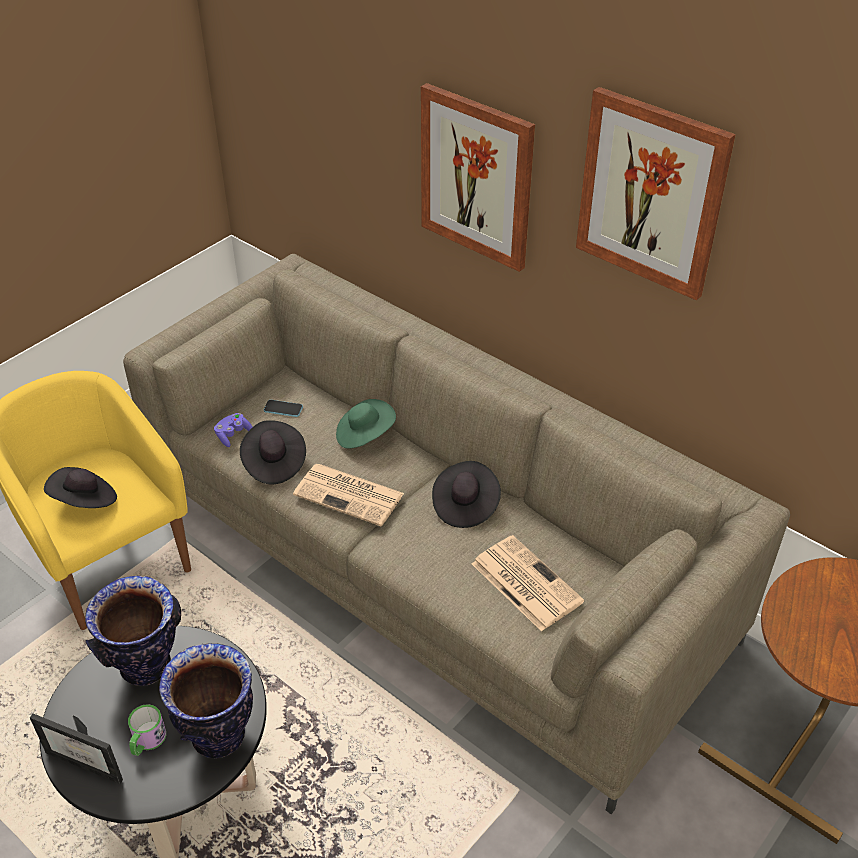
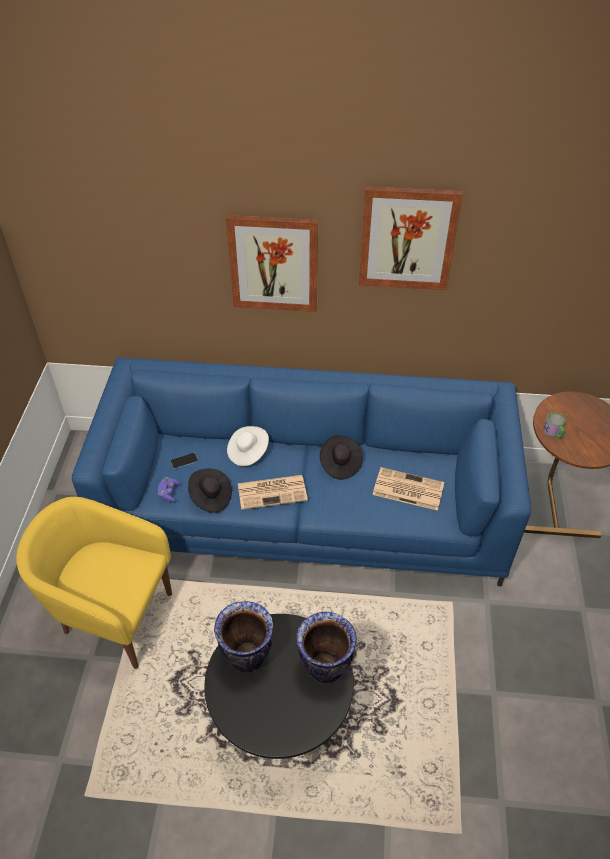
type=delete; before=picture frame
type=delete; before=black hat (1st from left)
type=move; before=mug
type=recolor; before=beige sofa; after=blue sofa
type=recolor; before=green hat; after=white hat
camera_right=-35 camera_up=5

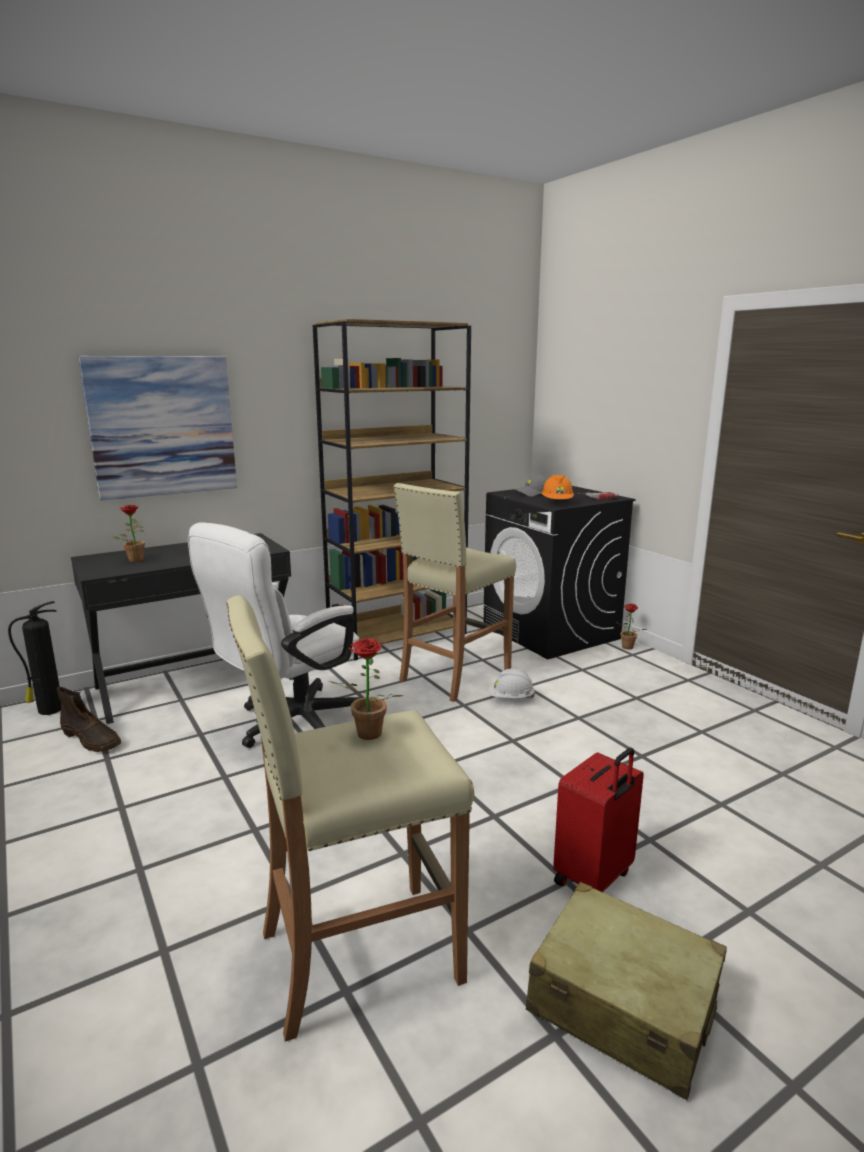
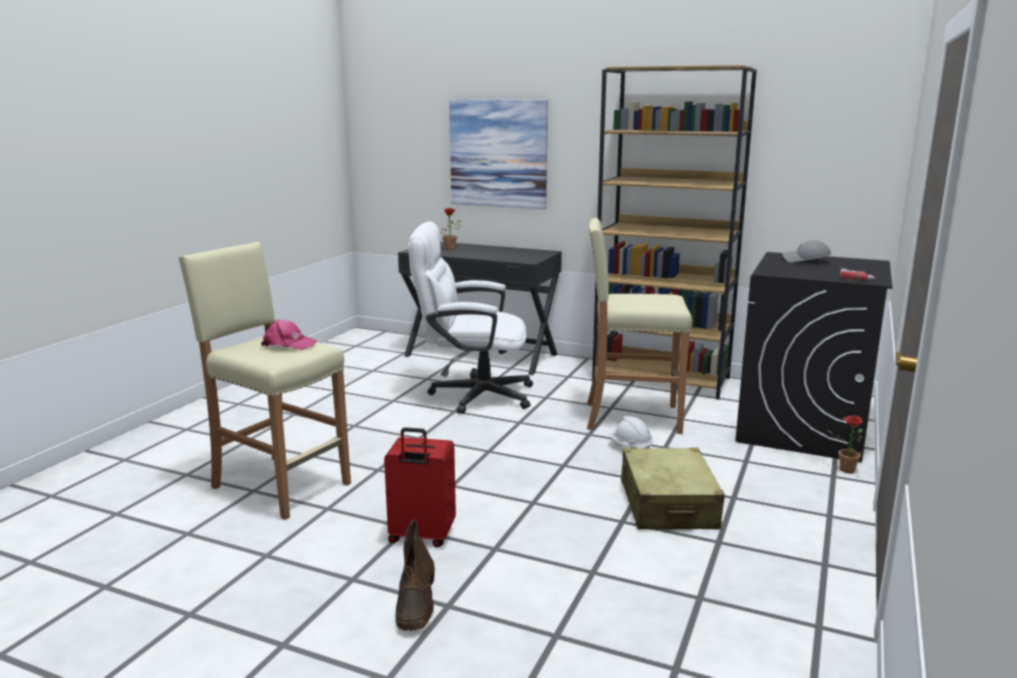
type=delete; before=fire extinguisher
type=delete; before=orange hard hat
type=move; before=brown boot
type=move; before=beige suitcase
type=replace; before=potted plant (2nd from left); after=pink cap
camera_right=55 camera_up=0

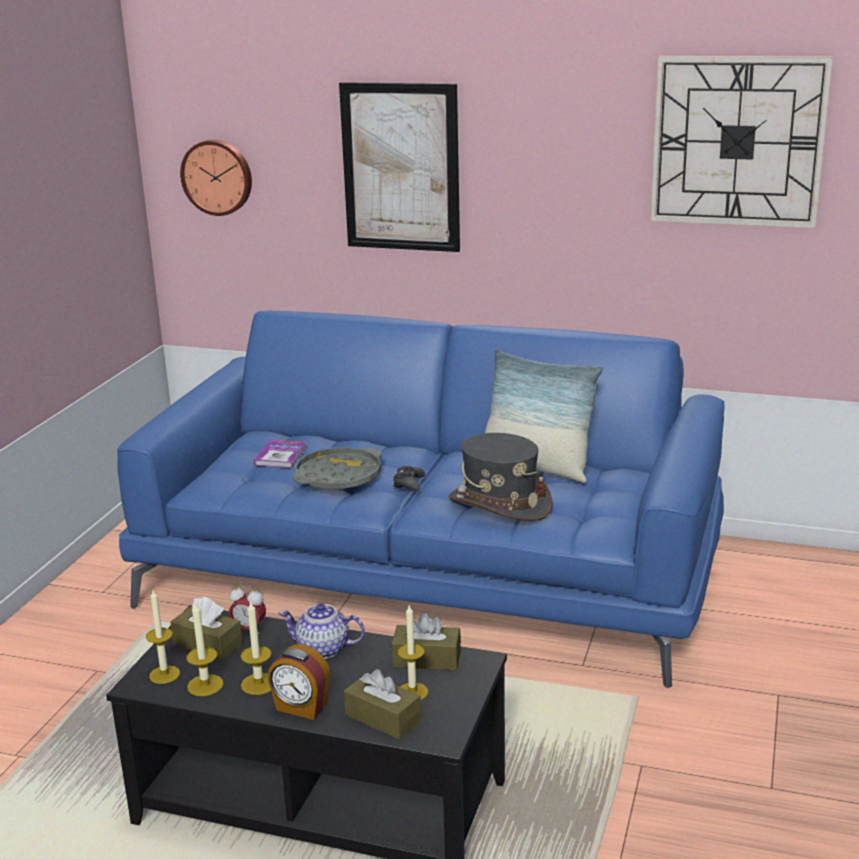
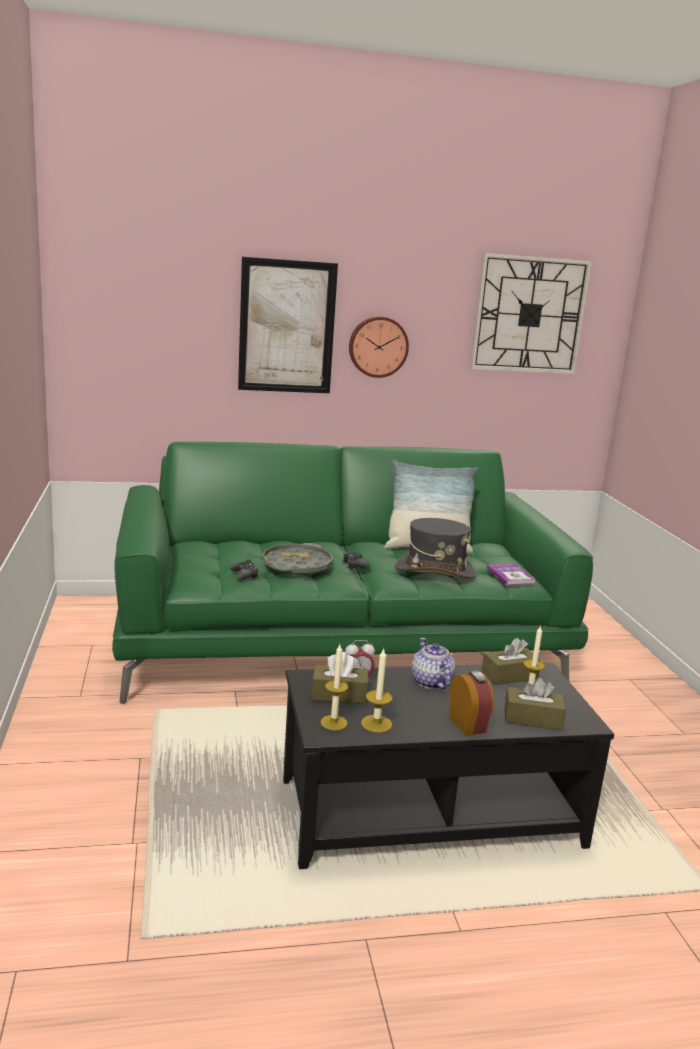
type=delete; before=candle (3rd from left)
type=insert; after=black game controller (1st from left)
type=move; before=wall clock (1st from left)
type=move; before=book
type=recolor; before=blue sofa; after=green sofa
type=rotate; before=alarm clock (2nd from left); turn=-105
type=rotate; before=teapot; turn=90
camera_right=-30 camera_up=-5

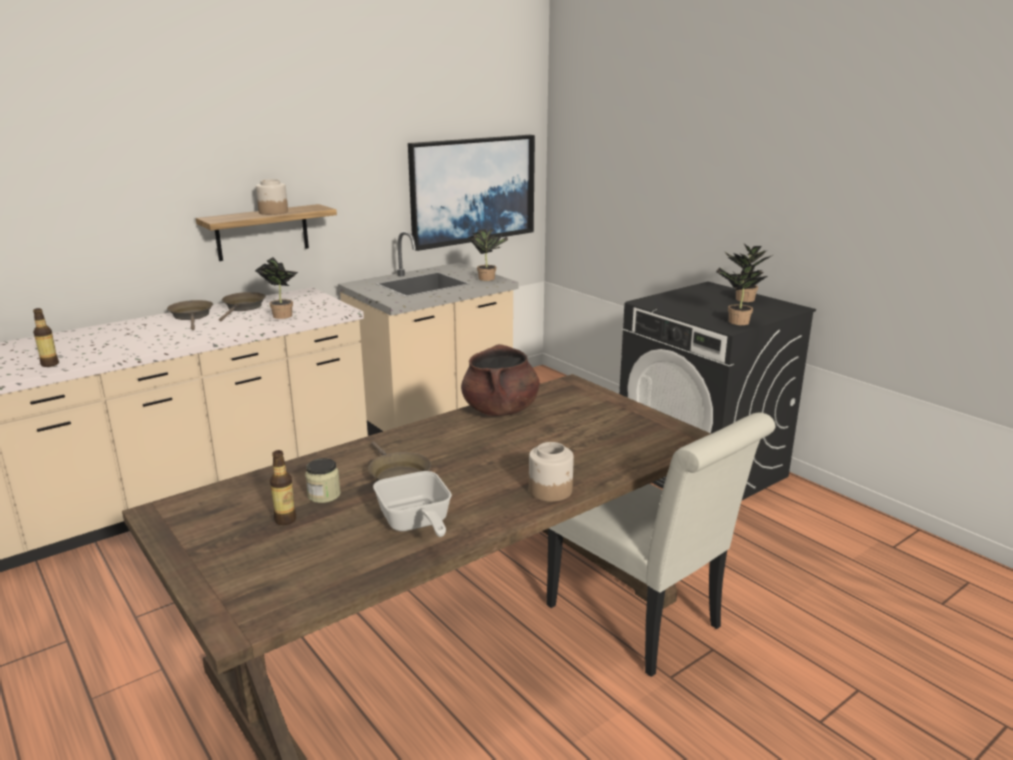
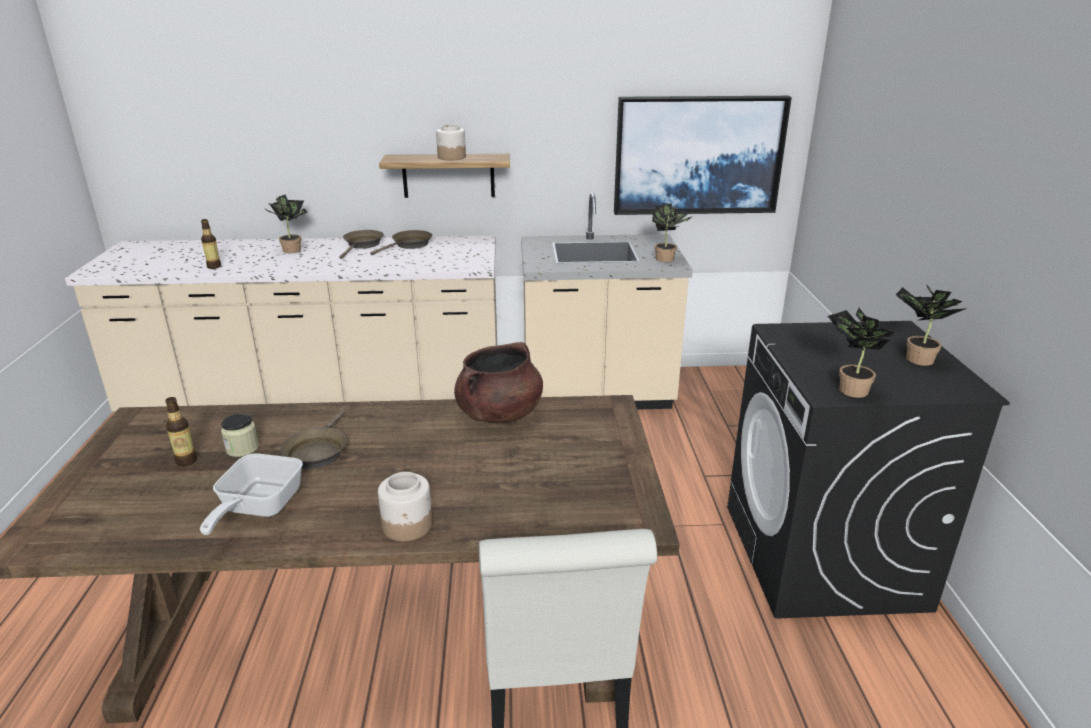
type=move; before=potted plant (1st from left)
camera_right=35 camera_up=5

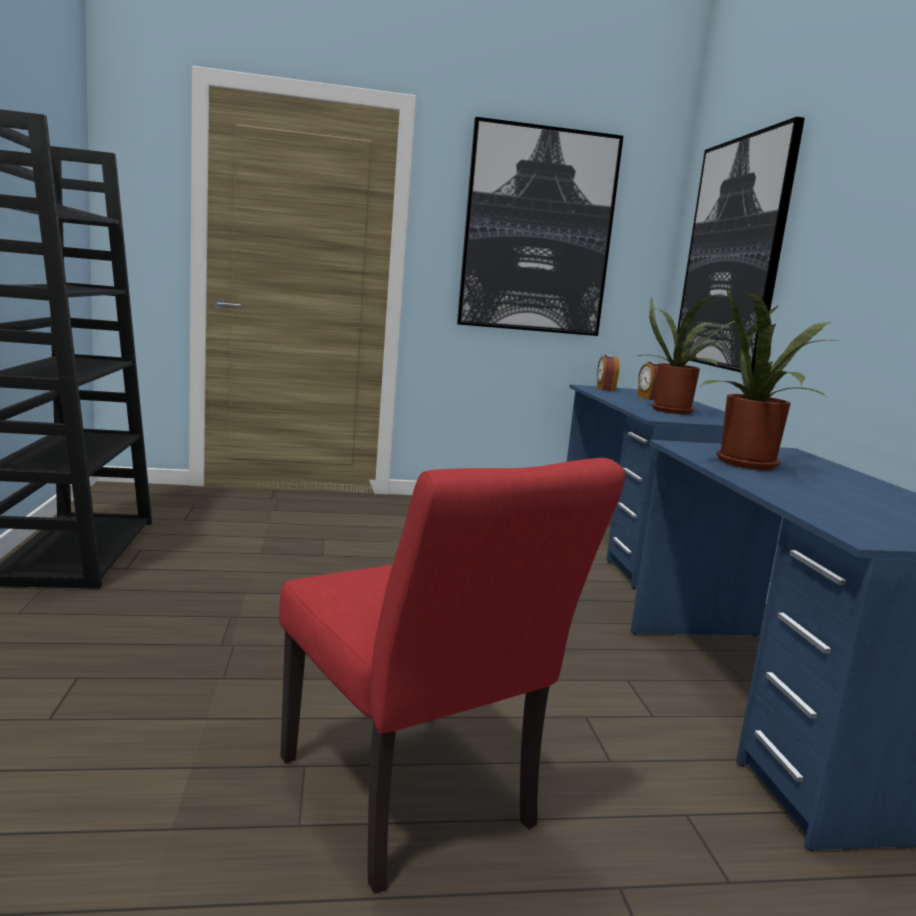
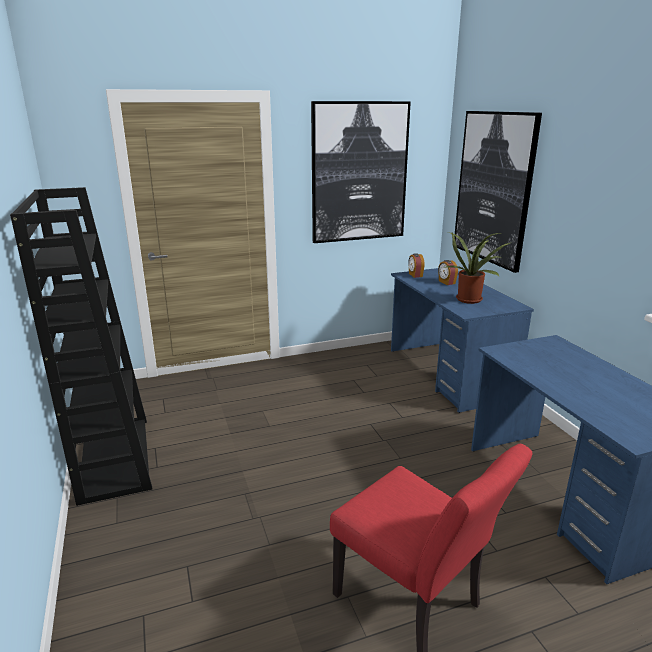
type=delete; before=potted plant (2nd from left)
camera_right=-10 camera_up=10

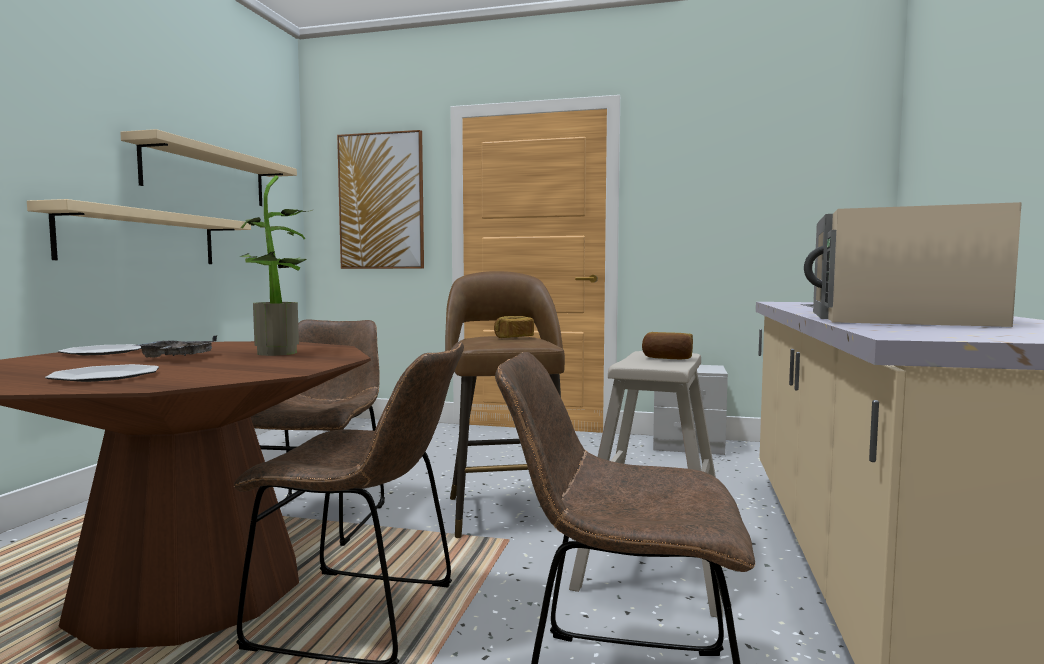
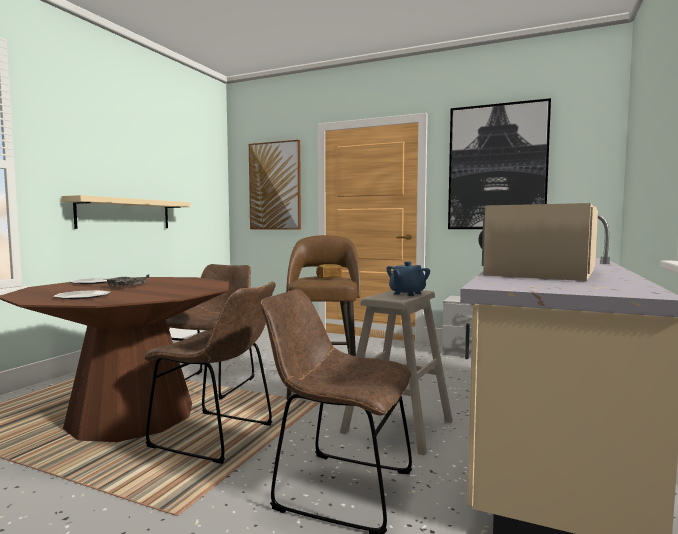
type=delete; before=beige shelf (2nd from left)
type=delete; before=potted plant
type=insert; after=picture (2nd from left)
type=replace; before=bread (2nd from left); after=blue teapot
camera_right=10 camera_up=0

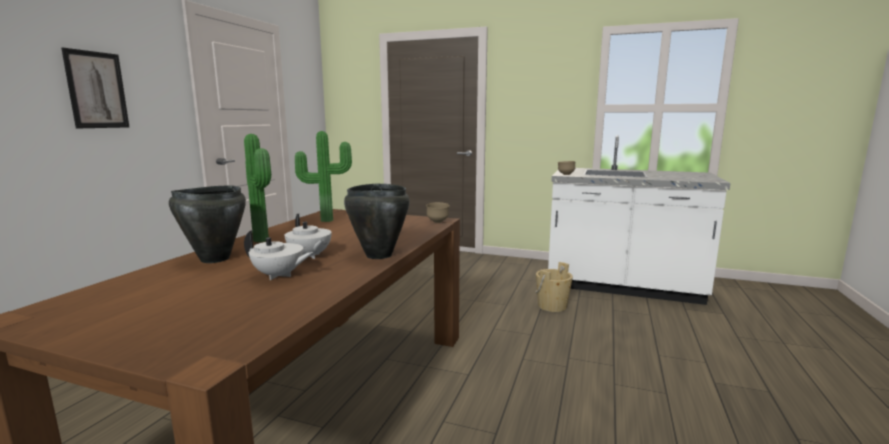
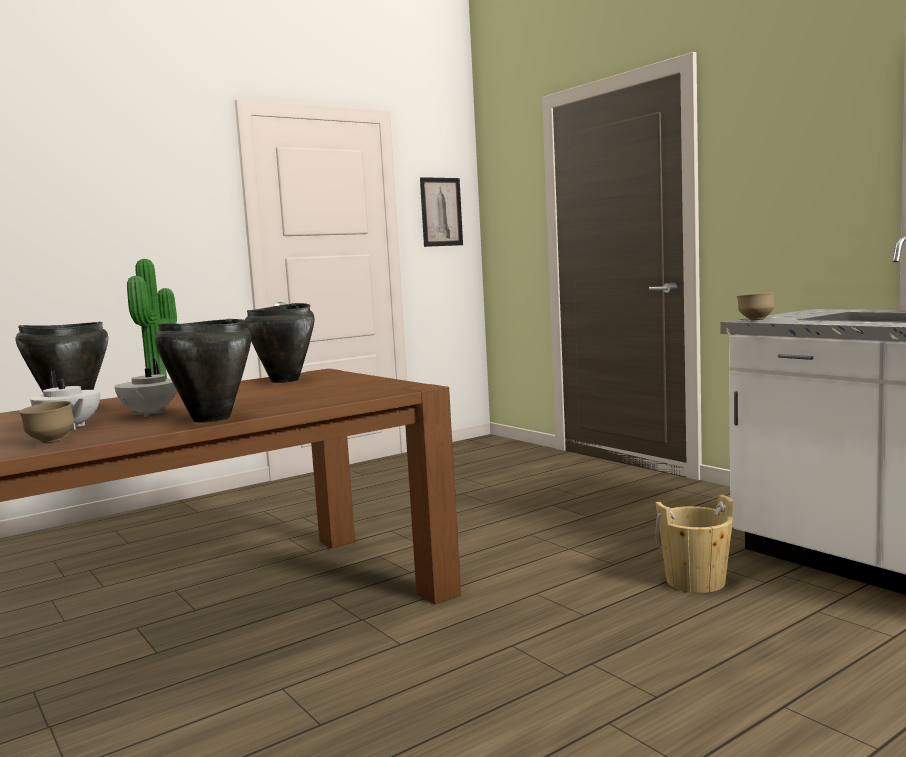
type=move; before=picture
type=move; before=brown bowl (1st from left)
type=replace; before=potted plant (2nd from left); after=black cooking pot (3rd from left)
camera_right=35 camera_up=-5

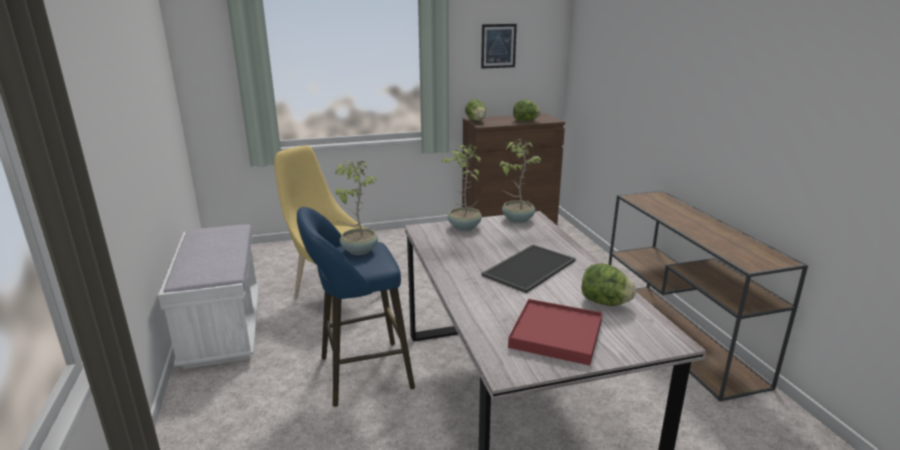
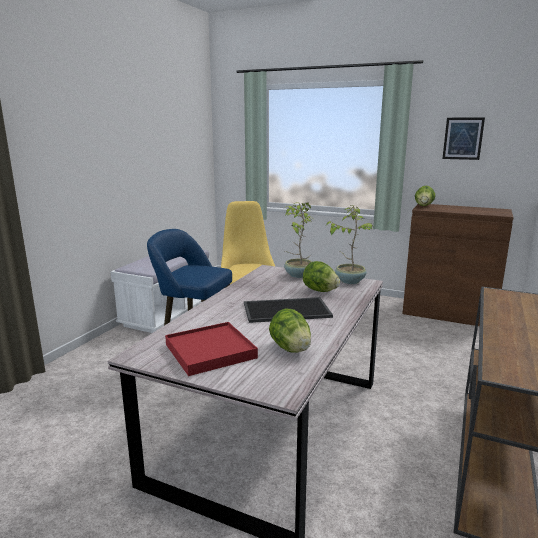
type=delete; before=potted plant (1st from left)
type=move; before=lettuce (2nd from left)
camera_right=40 camera_up=-5

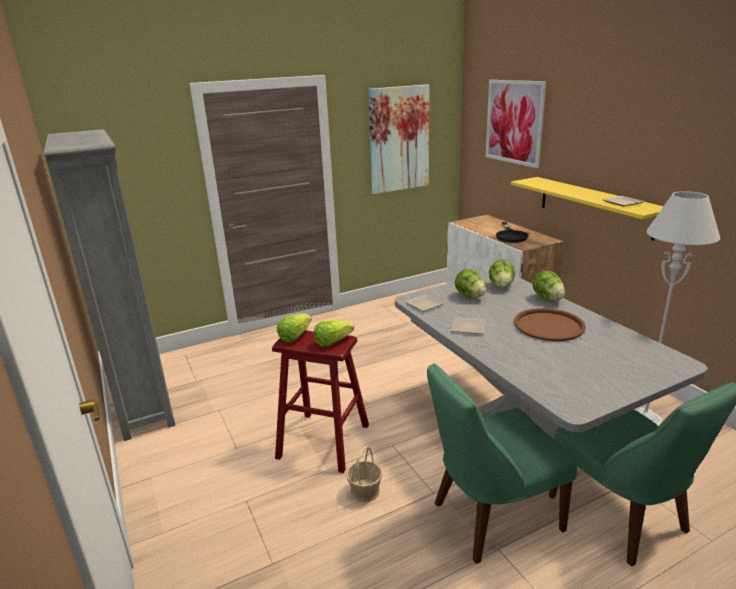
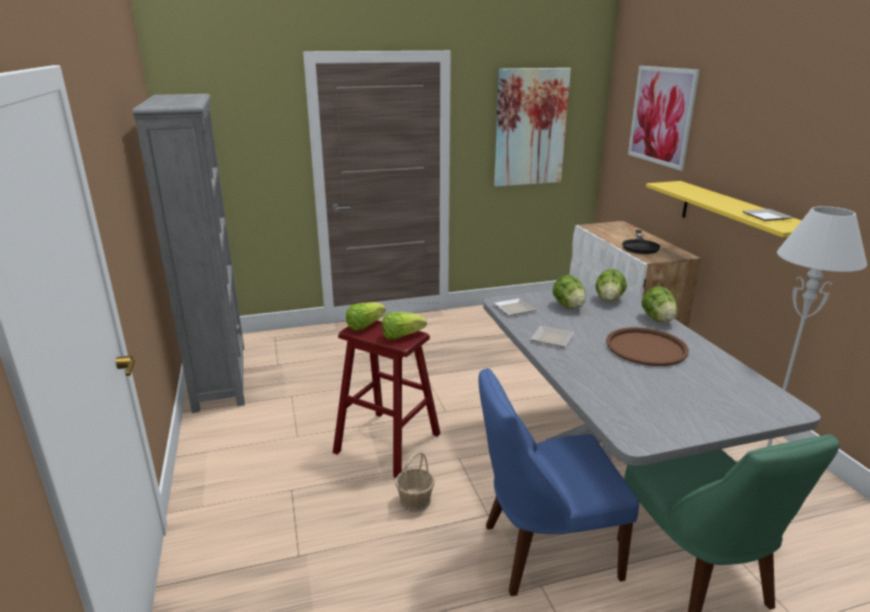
type=recolor; before=green chair (1st from left); after=blue chair
camera_right=10 camera_up=0

